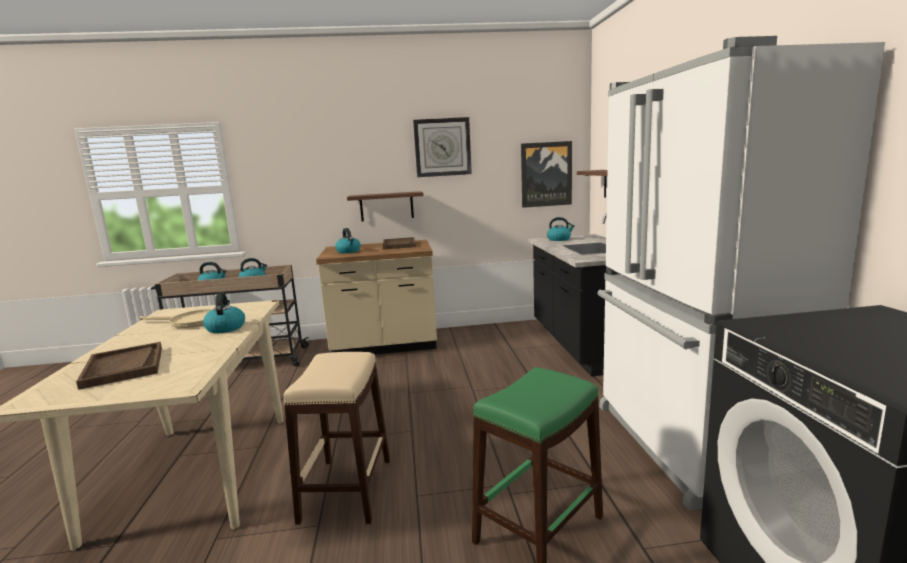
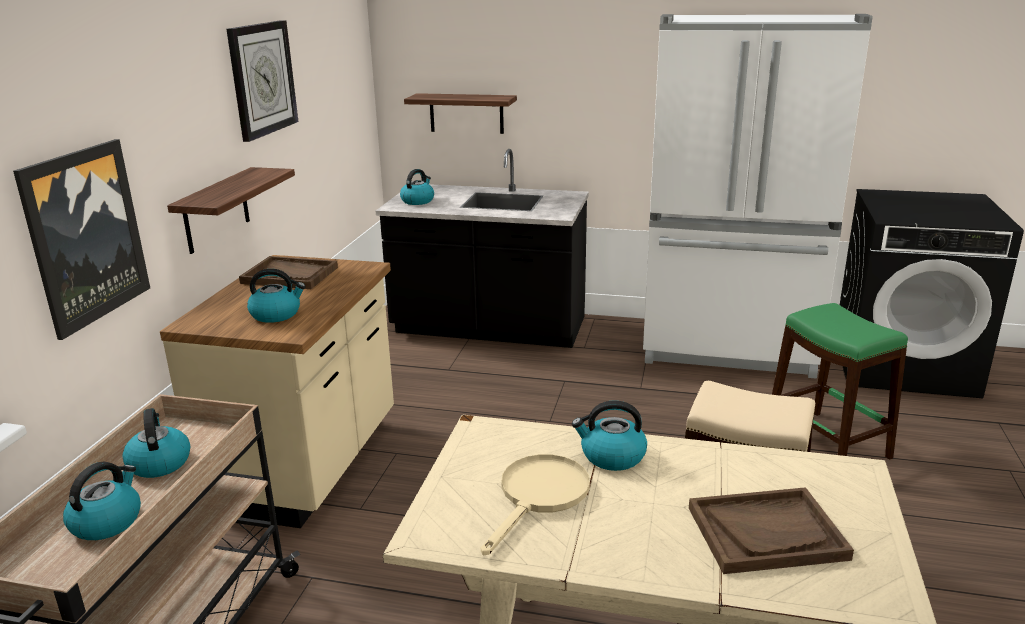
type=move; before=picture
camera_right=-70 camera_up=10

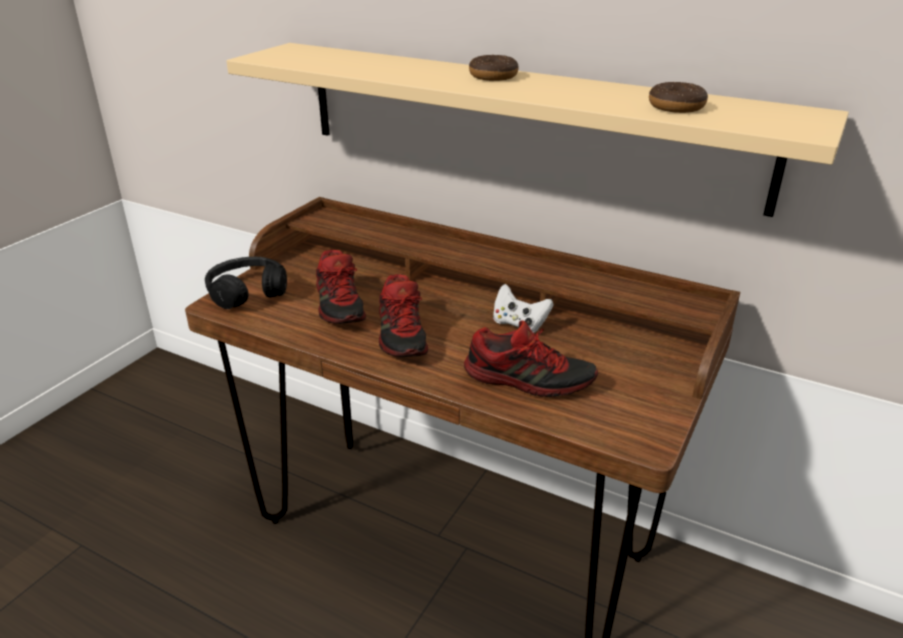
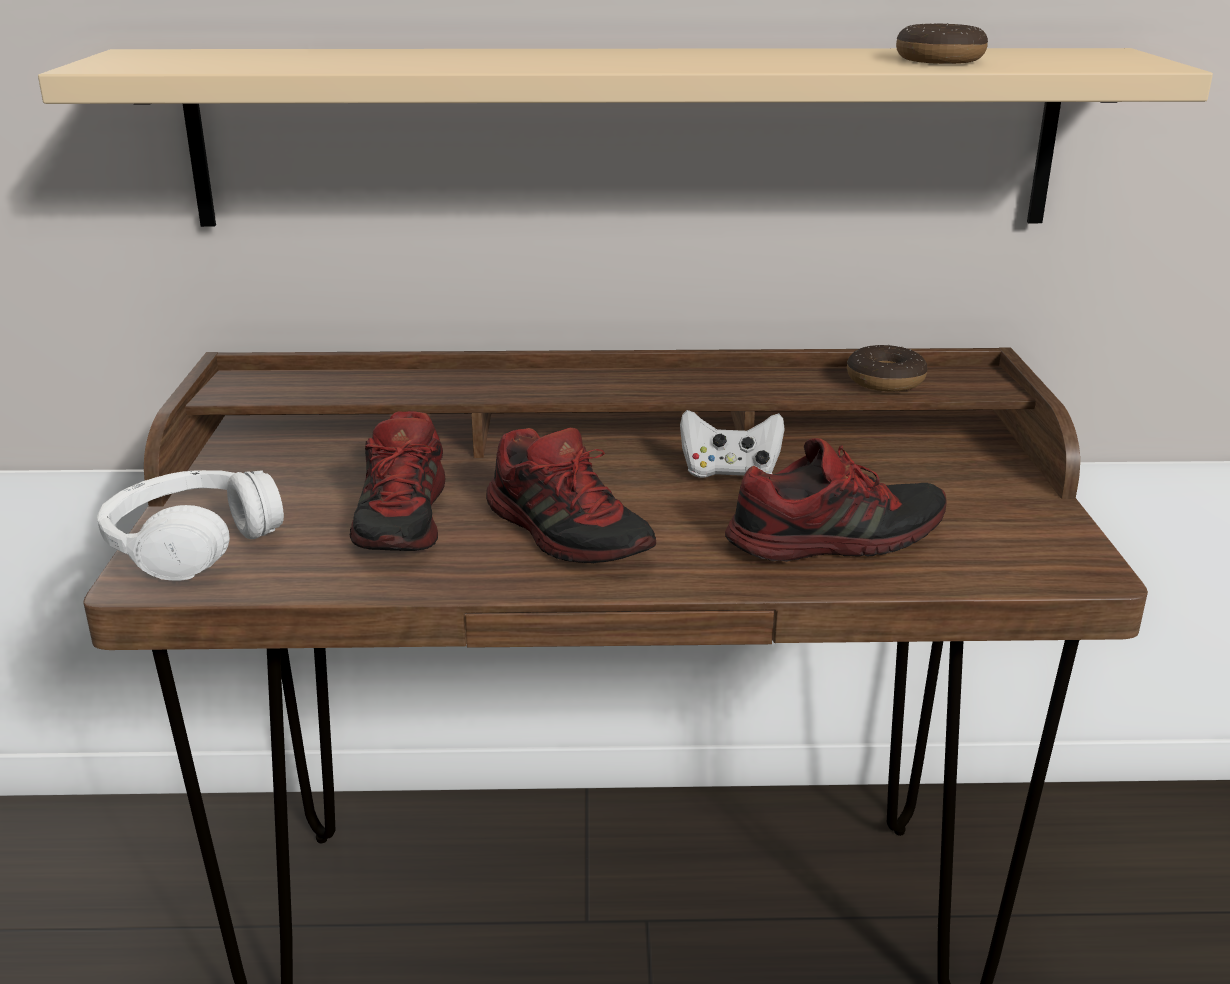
type=move; before=donut (1st from left)
type=recolor; before=black headphones; after=white headphones
type=rotate; before=shoe (1st from left); turn=45
camera_right=-30 camera_up=-5

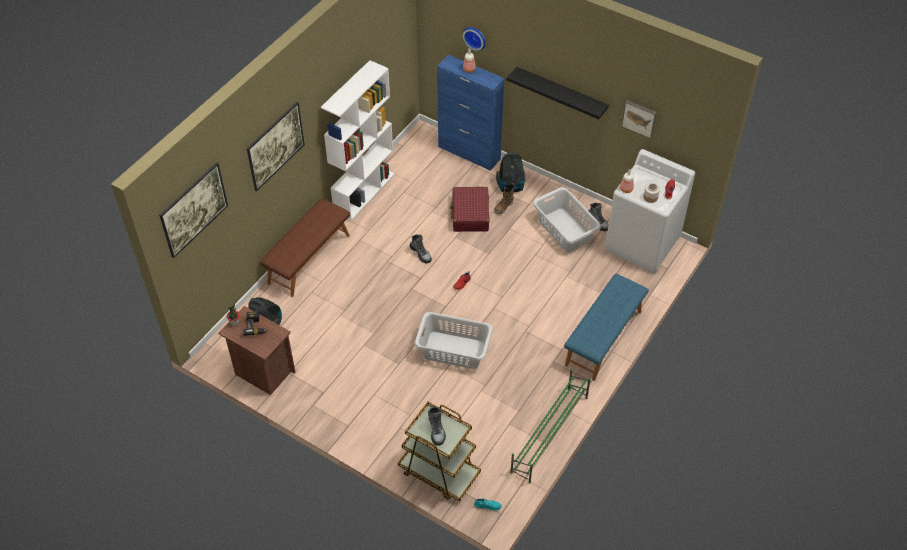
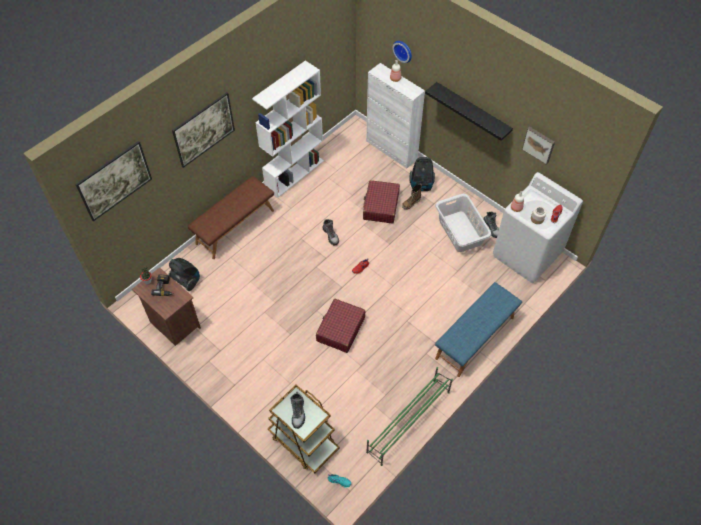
type=replace; before=grey laundry basket (1st from left); after=red suitcase (1st from left)
type=recolor; before=blue cabinet; after=white cabinet
camera_right=10 camera_up=5

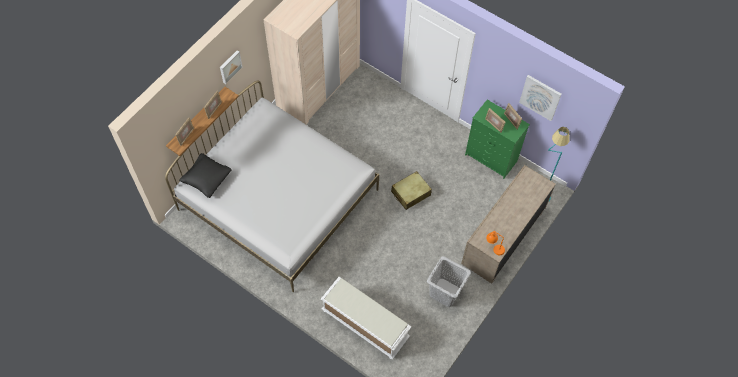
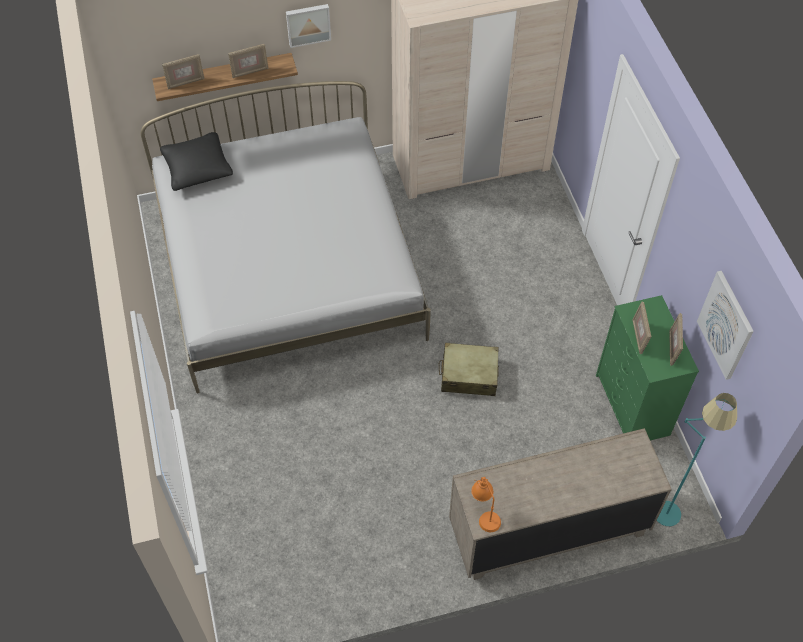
type=delete; before=white bench
type=delete; before=grey laundry basket
camera_right=40 camera_up=-5

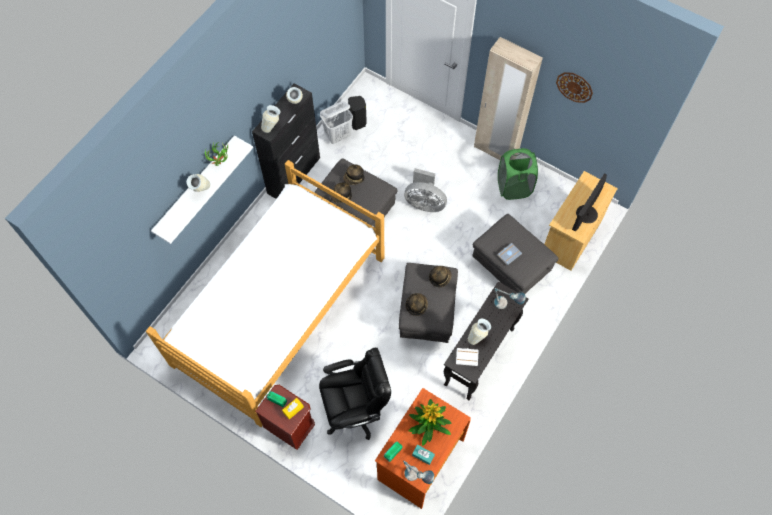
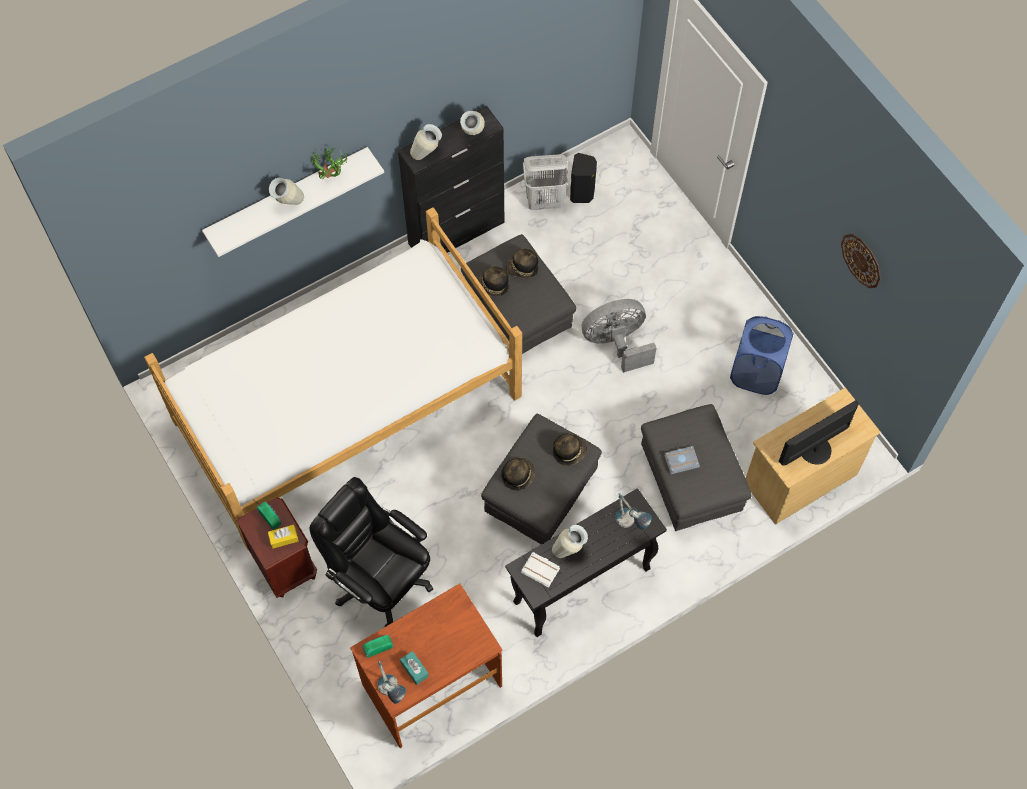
type=delete; before=potted plant (2nd from left)
type=delete; before=beige wardrobe
type=recolor; before=green laundry basket; after=blue laundry basket
type=rotate; before=black office chair; turn=-150
type=rotate; before=grey fan; turn=120
camera_right=25 camera_up=0

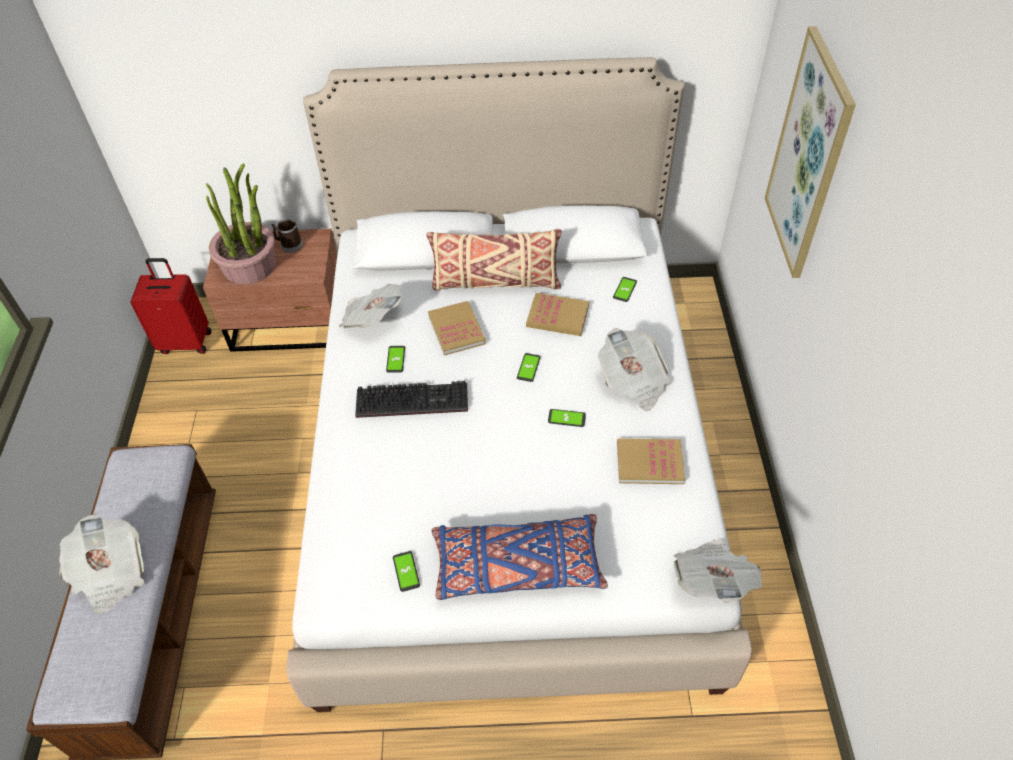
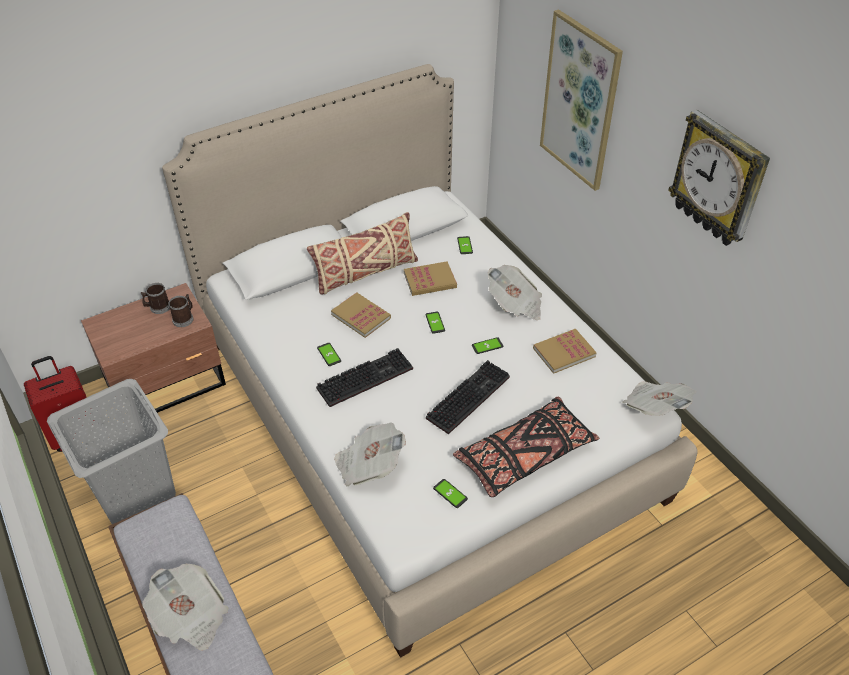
type=delete; before=potted plant
type=insert; after=grey laundry basket
type=insert; after=mug (2nd from left)
type=insert; after=keyboard (2nd from left)
type=insert; after=wall clock
type=move; before=newspaper (2nd from left)
type=recolor; before=blue pillow; after=black pillow
camera_right=-30 camera_up=-5

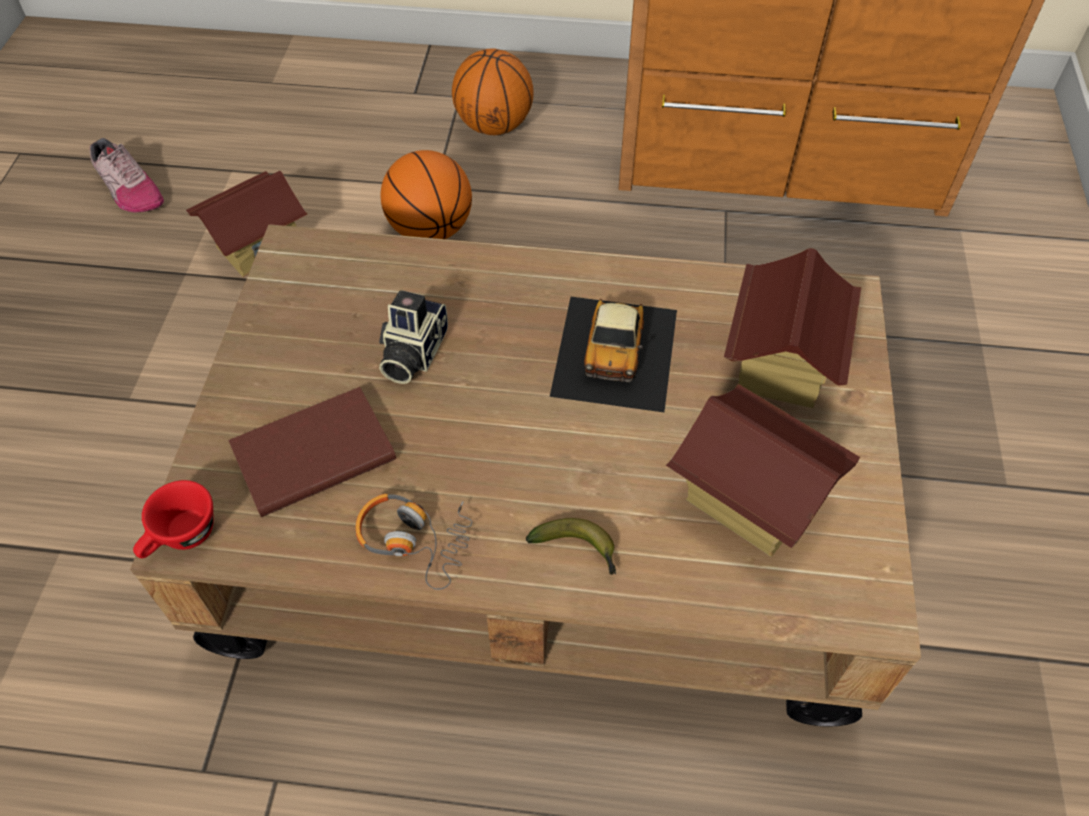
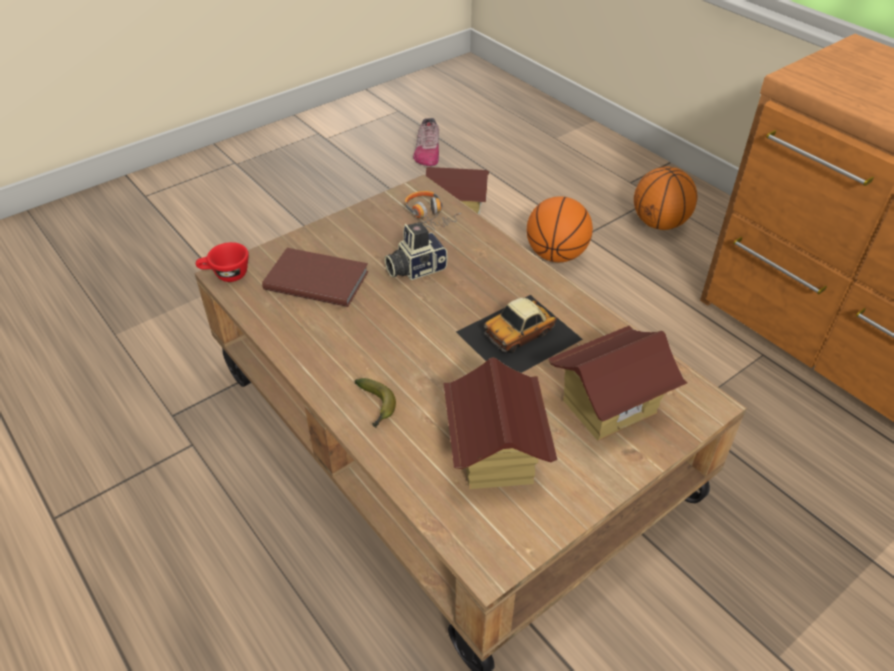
type=move; before=headphones
camera_right=45 camera_up=-10

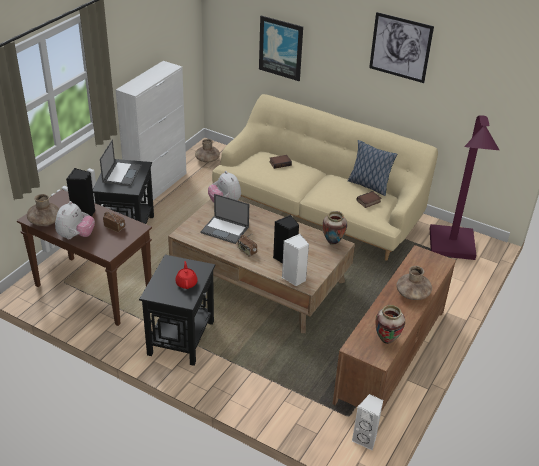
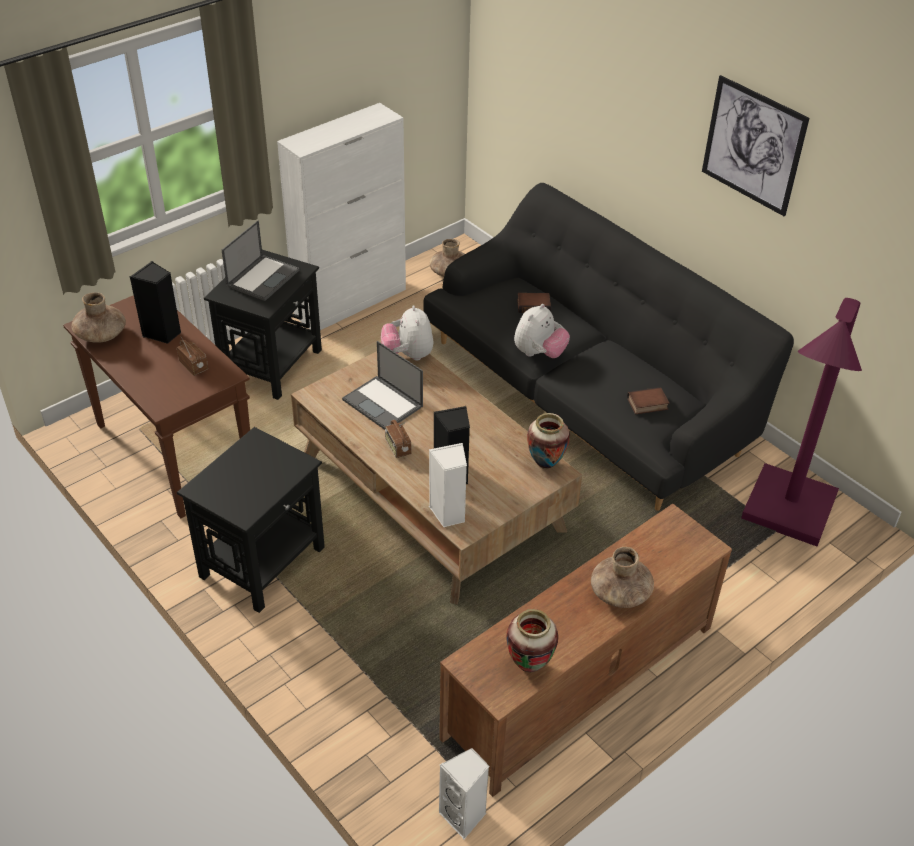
type=delete; before=red teapot
type=delete; before=picture (1st from left)
type=delete; before=pillow
type=move; before=plush toy (1st from left in the first image); after=plush toy (2nd from left)
type=recolor; before=beige sofa; after=black sofa
camera_right=20 camera_up=5

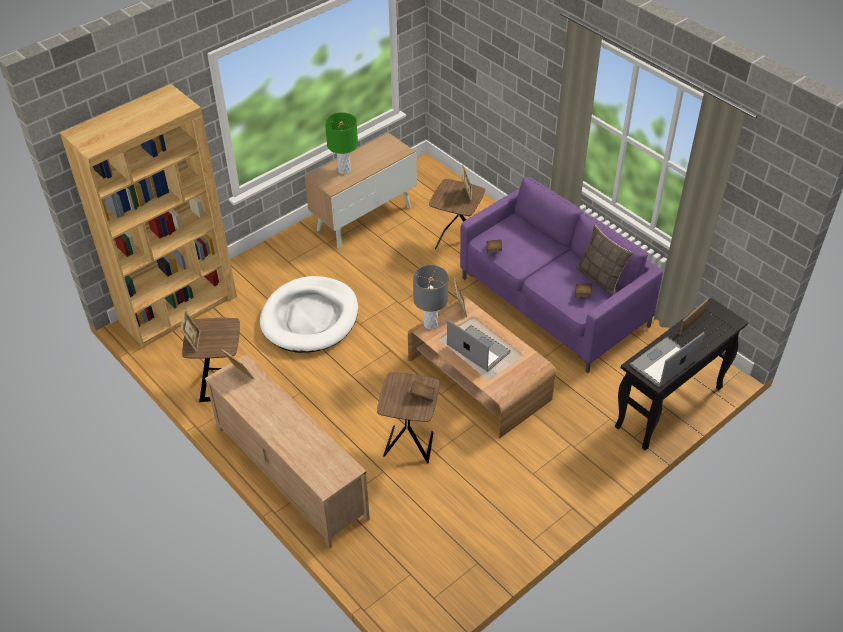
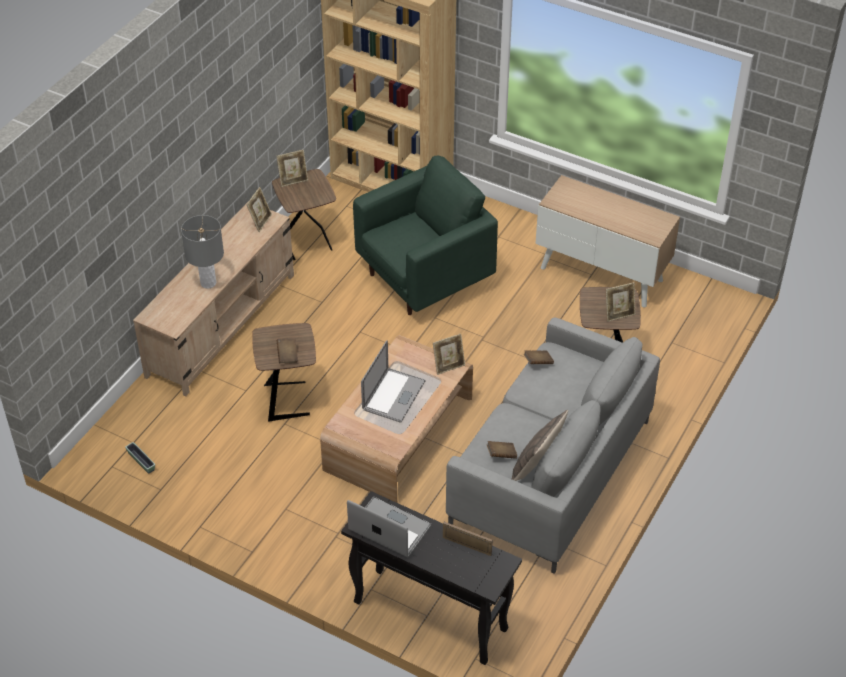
type=delete; before=green table lamp
type=insert; after=planter
type=move; before=grey table lamp
type=replace; before=white dog bed; after=green armchair
type=recolor; before=purple sofa; after=grey sofa
camera_right=70 camera_up=0

